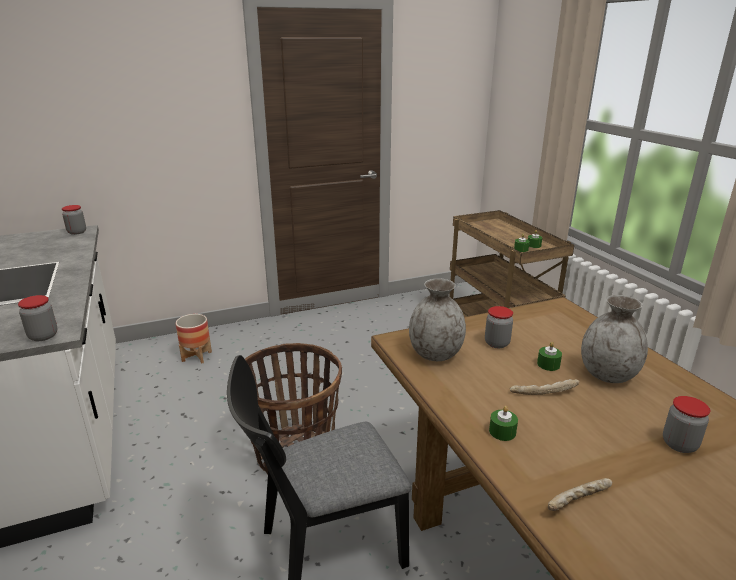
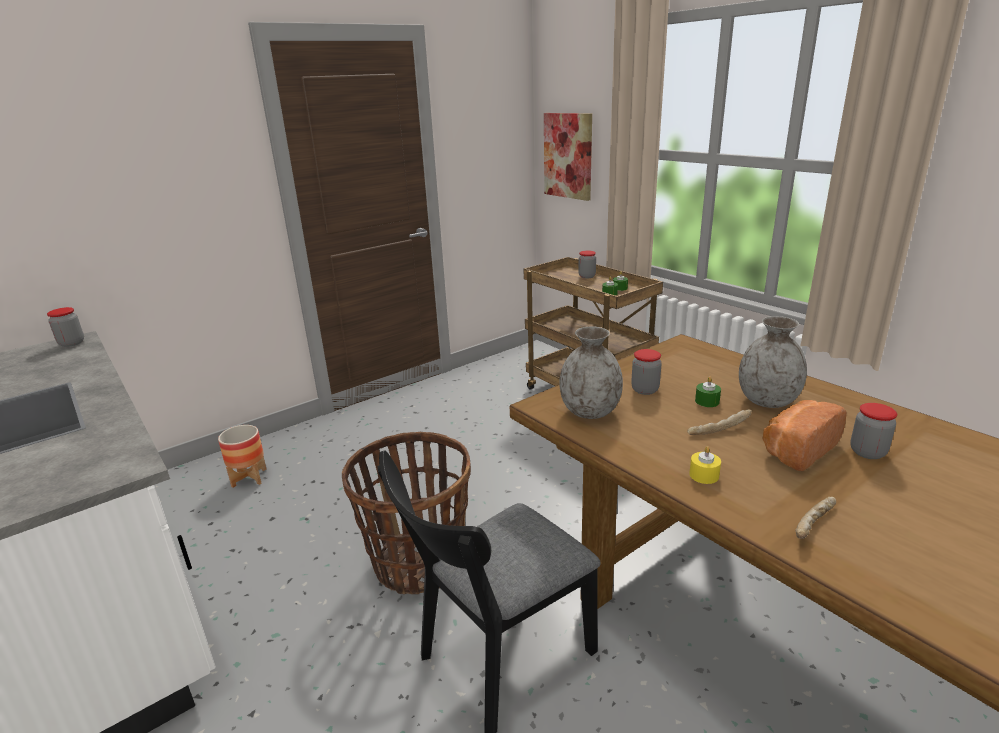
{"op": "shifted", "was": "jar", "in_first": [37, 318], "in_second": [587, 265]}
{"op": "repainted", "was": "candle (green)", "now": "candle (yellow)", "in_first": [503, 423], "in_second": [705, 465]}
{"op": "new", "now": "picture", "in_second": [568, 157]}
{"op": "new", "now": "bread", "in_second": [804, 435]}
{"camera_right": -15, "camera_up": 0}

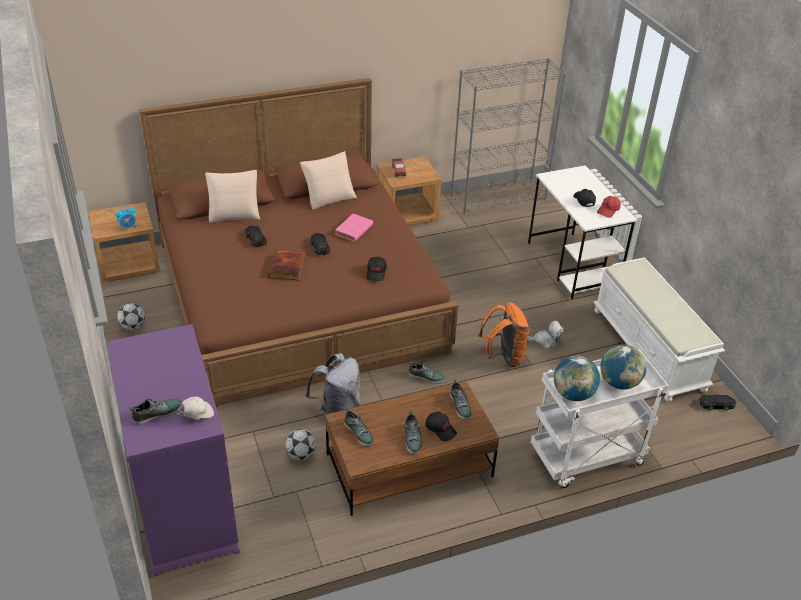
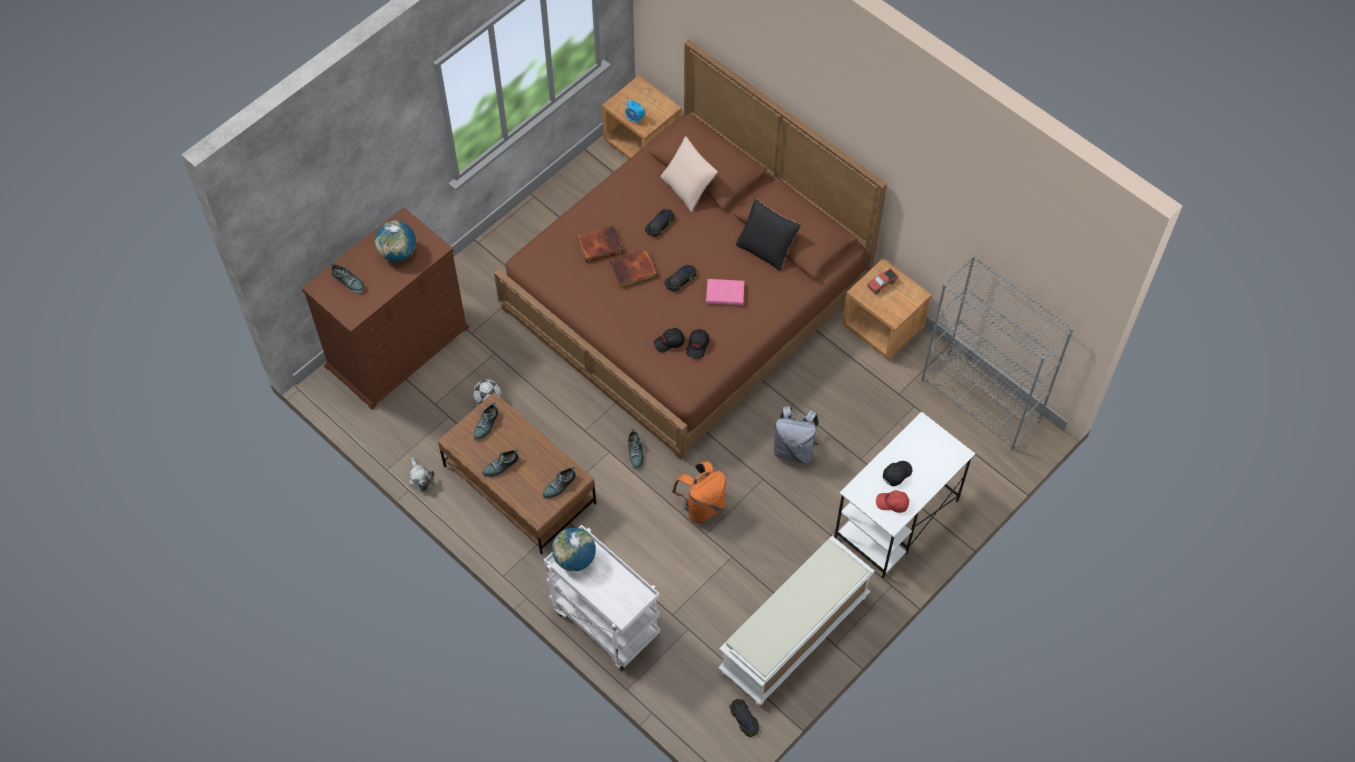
{"op": "repainted", "was": "pillow (beige)", "now": "pillow (black)", "in_first": [328, 180], "in_second": [768, 235]}
{"op": "gone", "was": "football", "in_first": [131, 316]}
{"op": "shifted", "was": "plush toy", "in_first": [545, 334], "in_second": [421, 474]}
{"op": "repainted", "was": "dresser (purple)", "now": "dresser (brown)", "in_first": [173, 450], "in_second": [386, 308]}
{"op": "shifted", "was": "globe", "in_first": [623, 367], "in_second": [395, 241]}
{"op": "shifted", "was": "backpack (grey)", "in_first": [332, 384], "in_second": [795, 434]}
{"op": "gone", "was": "cap (white)", "in_first": [194, 408]}
{"op": "shifted", "was": "cap (black)", "in_first": [441, 426], "in_second": [697, 344]}
{"op": "new", "now": "book", "in_second": [600, 244]}
{"camera_right": 65, "camera_up": 20}

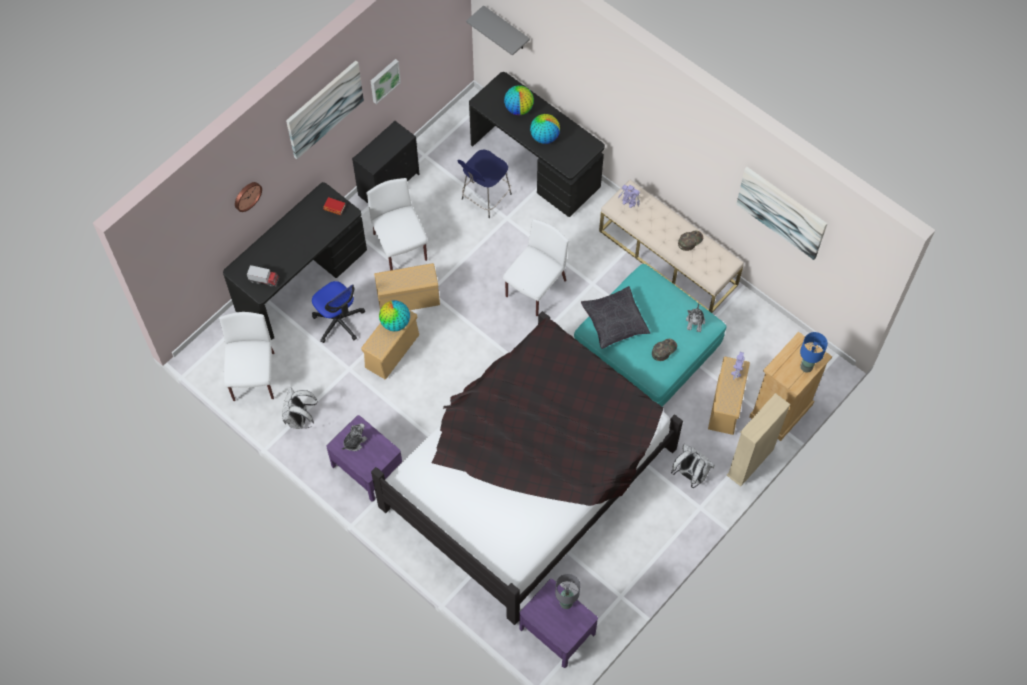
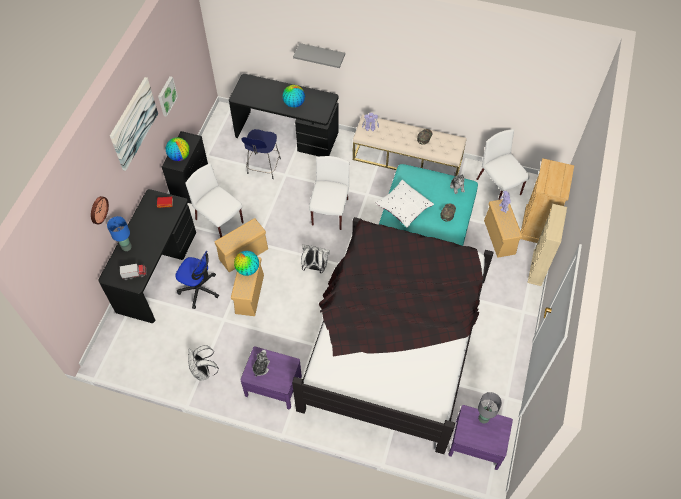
{"op": "shifted", "was": "shelf (grey)", "in_first": [498, 30], "in_second": [319, 55]}
{"op": "shifted", "was": "globe", "in_first": [519, 100], "in_second": [177, 149]}
{"op": "gone", "was": "picture", "in_first": [781, 213]}
{"op": "repainted", "was": "pillow (black)", "now": "pillow (white)", "in_first": [615, 317], "in_second": [404, 204]}
{"op": "shifted", "was": "chair (white)", "in_first": [247, 356], "in_second": [502, 164]}
{"op": "shifted", "was": "table lamp (blue)", "in_first": [814, 352], "in_second": [119, 233]}
{"op": "shifted", "was": "backpack (white)", "in_first": [692, 466], "in_second": [315, 259]}
{"camera_right": -25, "camera_up": -5}

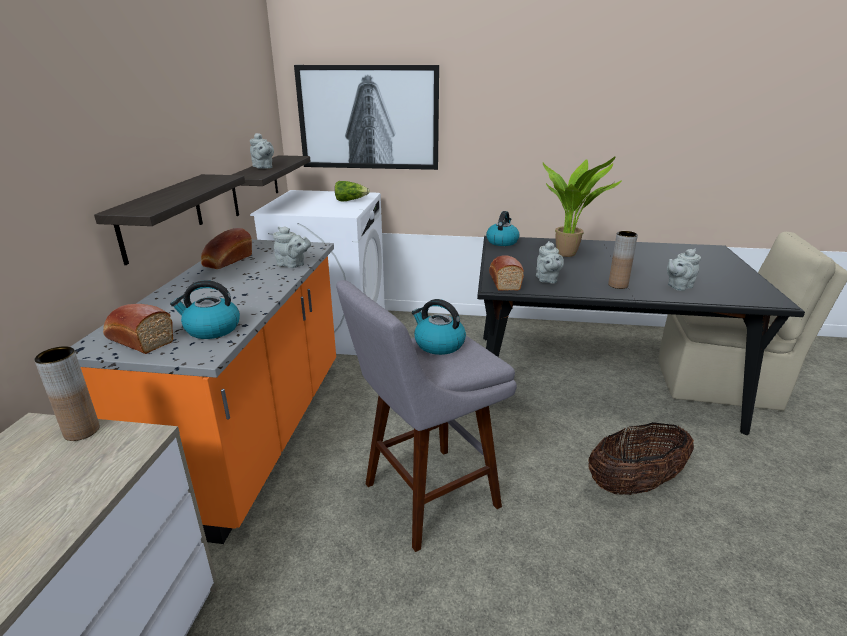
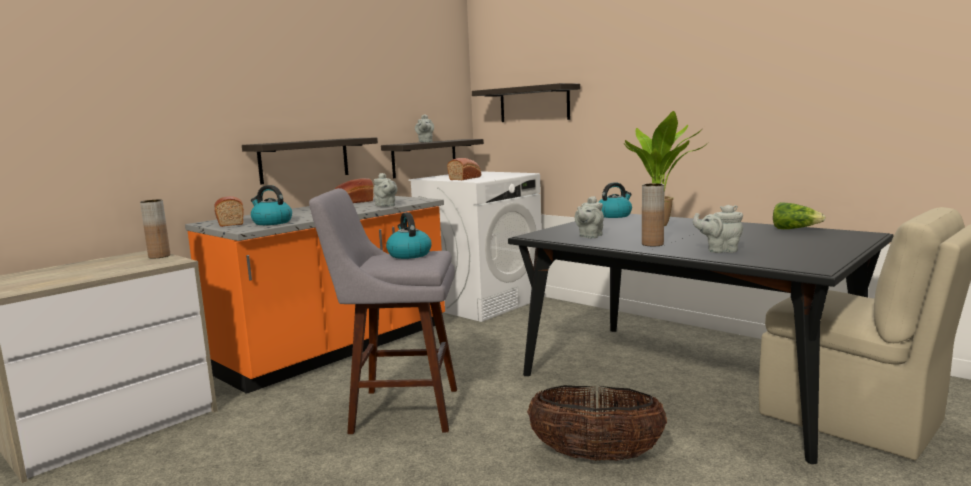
{"op": "swapped", "was": "picture", "now": "shelf", "in_first": [366, 117], "in_second": [526, 102]}
{"op": "shifted", "was": "lettuce", "in_first": [352, 191], "in_second": [799, 215]}
{"op": "shifted", "was": "bread", "in_first": [506, 273], "in_second": [464, 169]}
{"camera_right": 35, "camera_up": -15}

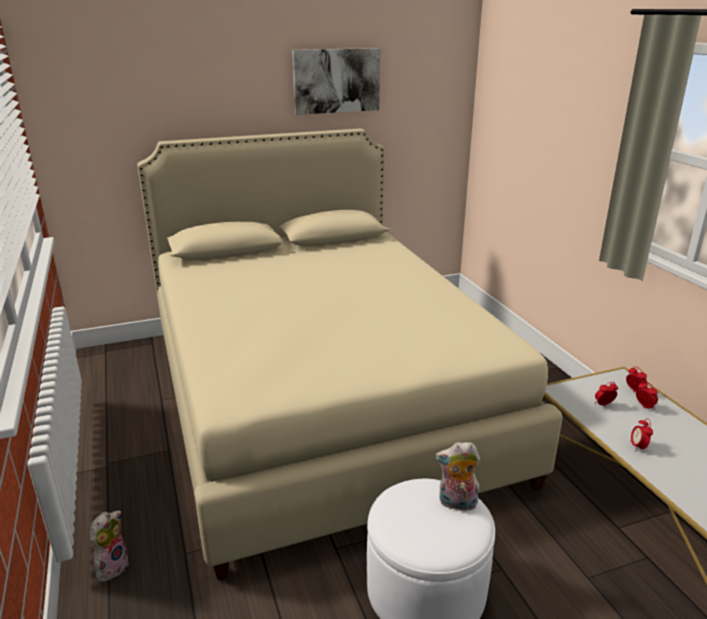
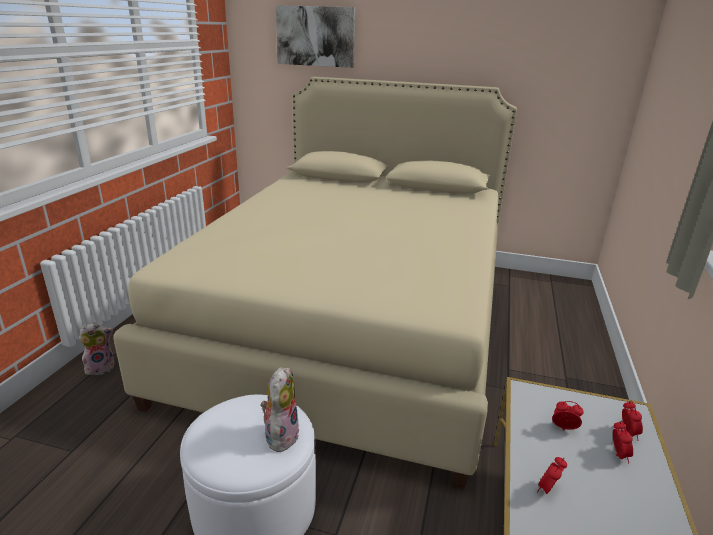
{"op": "shifted", "was": "picture", "in_first": [336, 81], "in_second": [315, 36]}
{"op": "rotated", "was": "plush toy", "in_first": [457, 477], "in_second": [280, 409], "clockwise": 60}
{"camera_right": 35, "camera_up": 0}

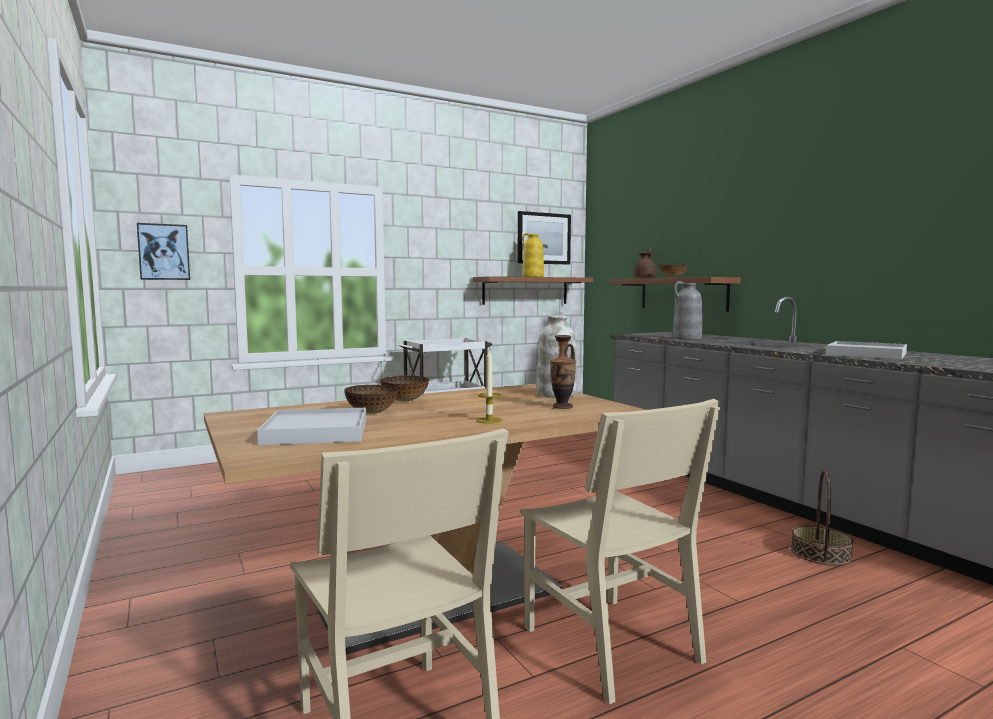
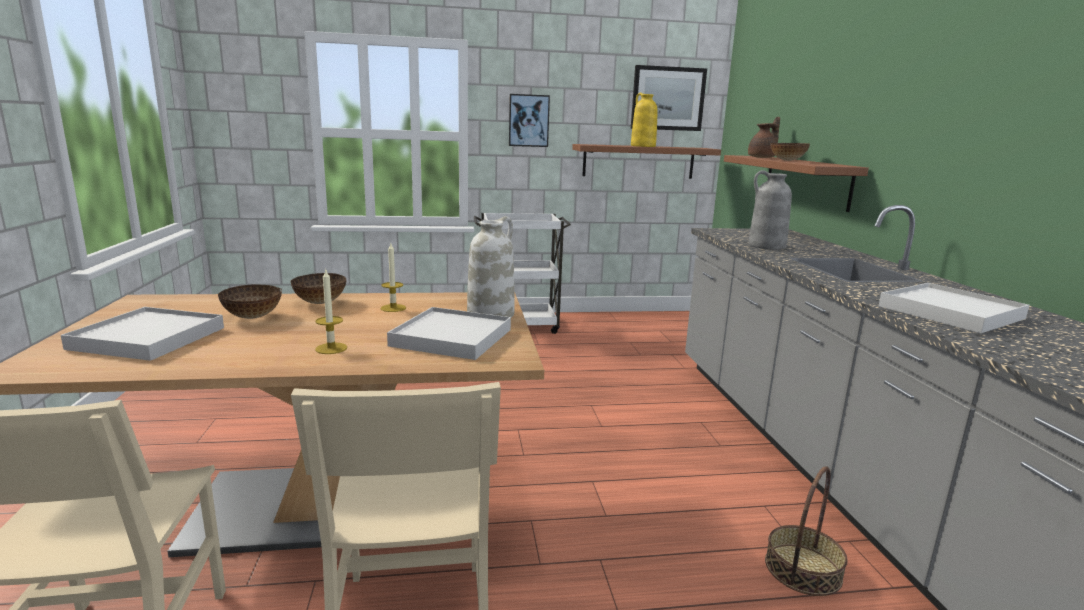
{"op": "shifted", "was": "picture", "in_first": [163, 251], "in_second": [529, 120]}
{"op": "swapped", "was": "vase", "now": "tray (white)", "in_first": [563, 372], "in_second": [449, 333]}
{"op": "new", "now": "candle", "in_second": [393, 277]}
{"camera_right": 20, "camera_up": 10}

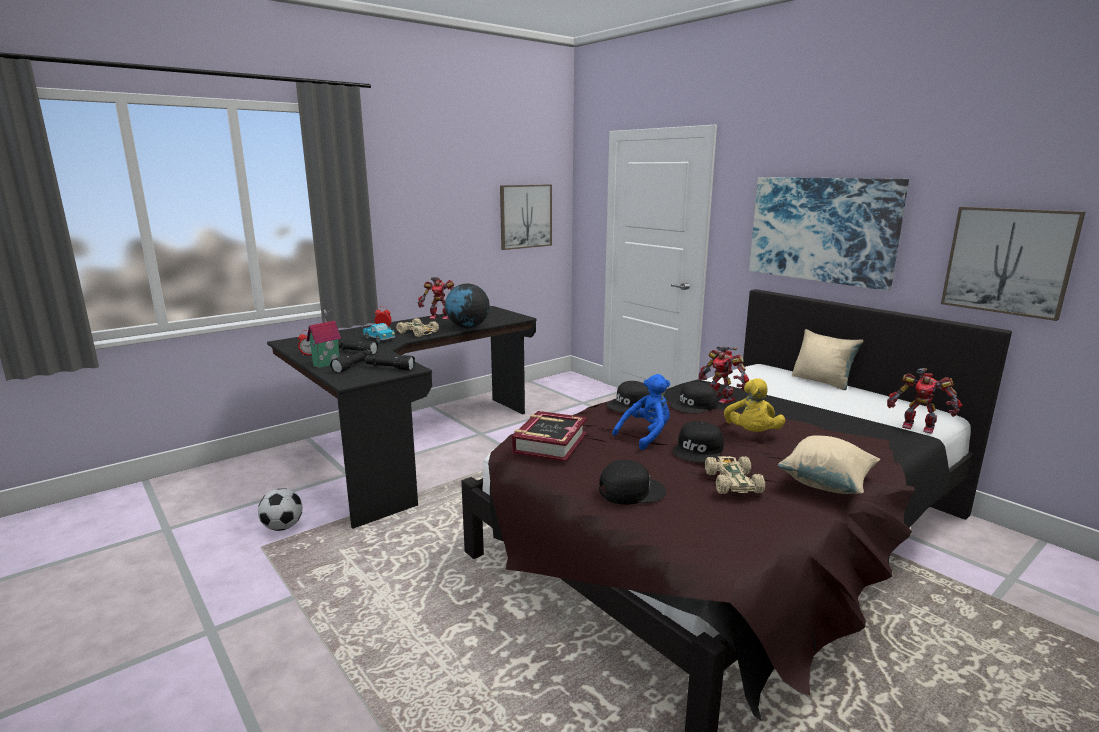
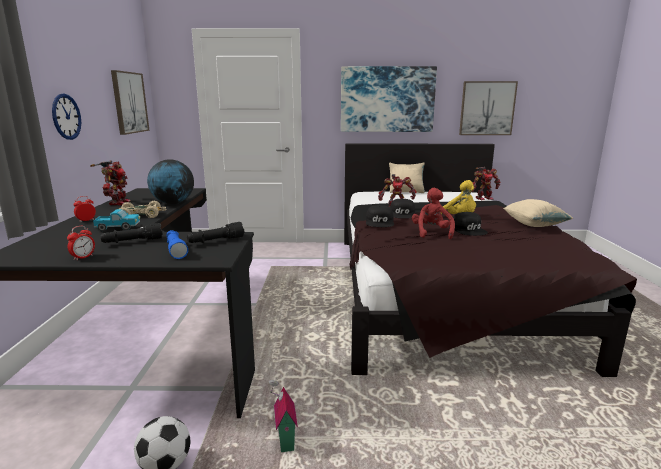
{"op": "rotated", "was": "toy robot", "in_first": [436, 298], "in_second": [110, 182], "clockwise": -45}
{"op": "shifted", "was": "toy house", "in_first": [324, 338], "in_second": [283, 416]}
{"op": "repainted", "was": "flashlight (black)", "now": "flashlight (blue)", "in_first": [351, 361], "in_second": [177, 244]}
{"op": "repainted", "was": "plush toy (blue)", "now": "plush toy (red)", "in_first": [641, 412], "in_second": [433, 213]}
{"op": "gone", "was": "book", "in_first": [549, 436]}
{"op": "gone", "was": "toy car (beige)", "in_first": [735, 475]}
{"op": "gone", "was": "cap (black)", "in_first": [632, 482]}
{"op": "new", "now": "wall clock", "in_second": [66, 117]}
{"camera_right": -50, "camera_up": 0}

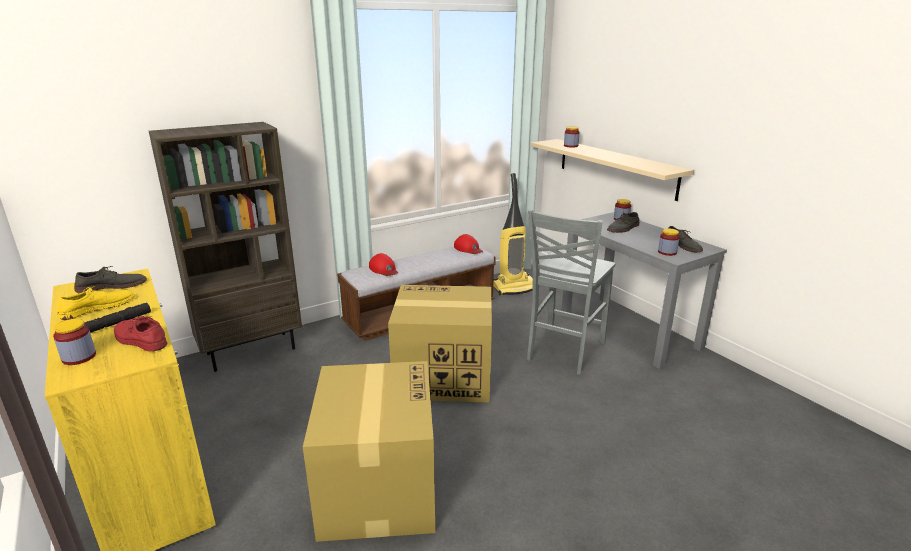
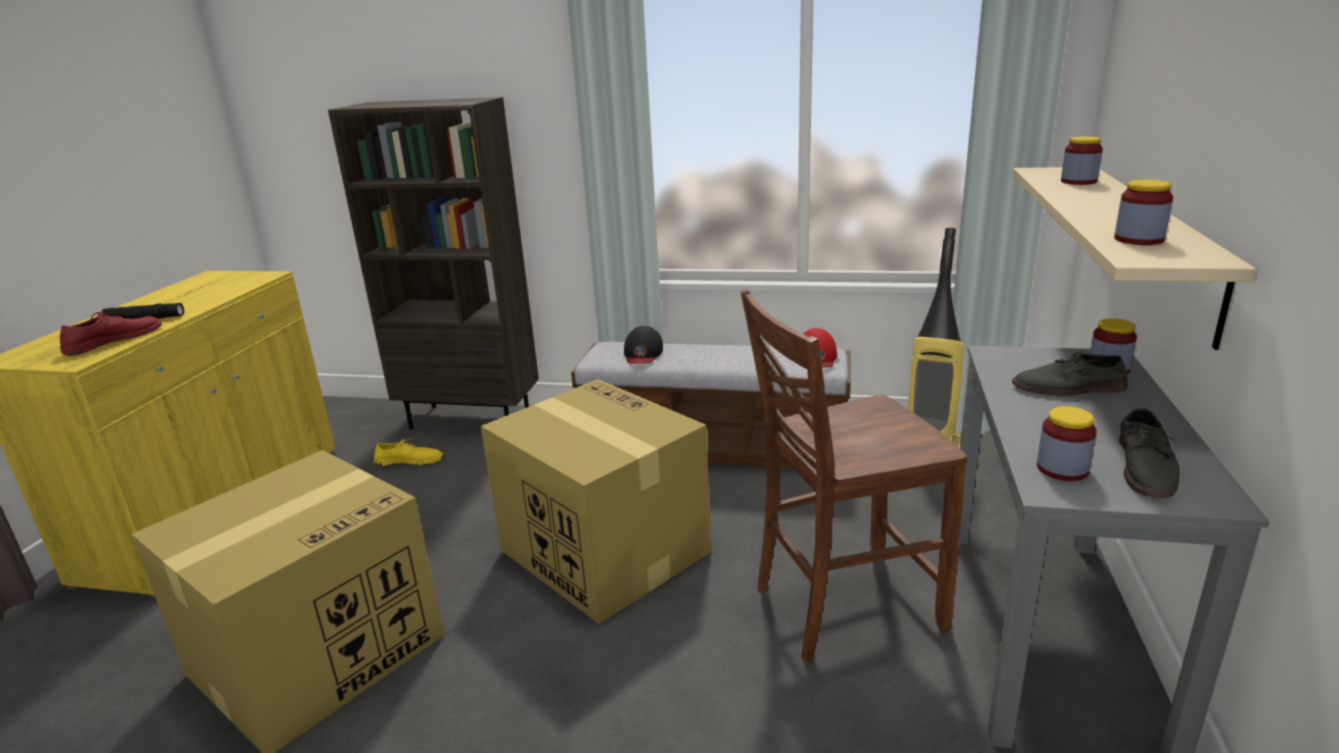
{"op": "repainted", "was": "chair (grey)", "now": "chair (brown)", "in_first": [571, 292], "in_second": [854, 475]}
{"op": "repainted", "was": "cap (red)", "now": "cap (black)", "in_first": [383, 264], "in_second": [643, 345]}
{"op": "gone", "was": "shoe (grey)", "in_first": [110, 279]}
{"op": "shifted", "was": "shoe (yellow)", "in_first": [96, 303], "in_second": [408, 452]}
{"op": "rotated", "was": "shoe (red)", "in_first": [140, 334], "in_second": [111, 333], "clockwise": 45}
{"op": "shifted", "was": "jar", "in_first": [74, 342], "in_second": [1143, 212]}
{"camera_right": 45, "camera_up": 0}

